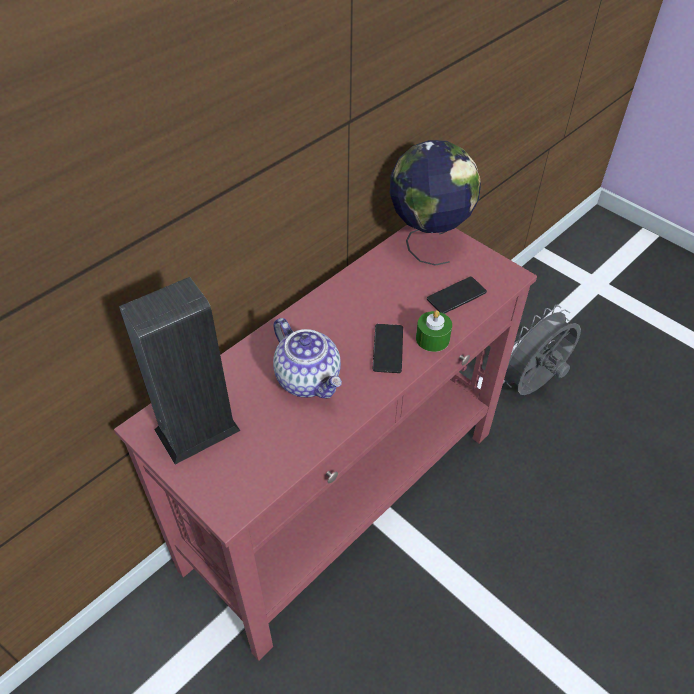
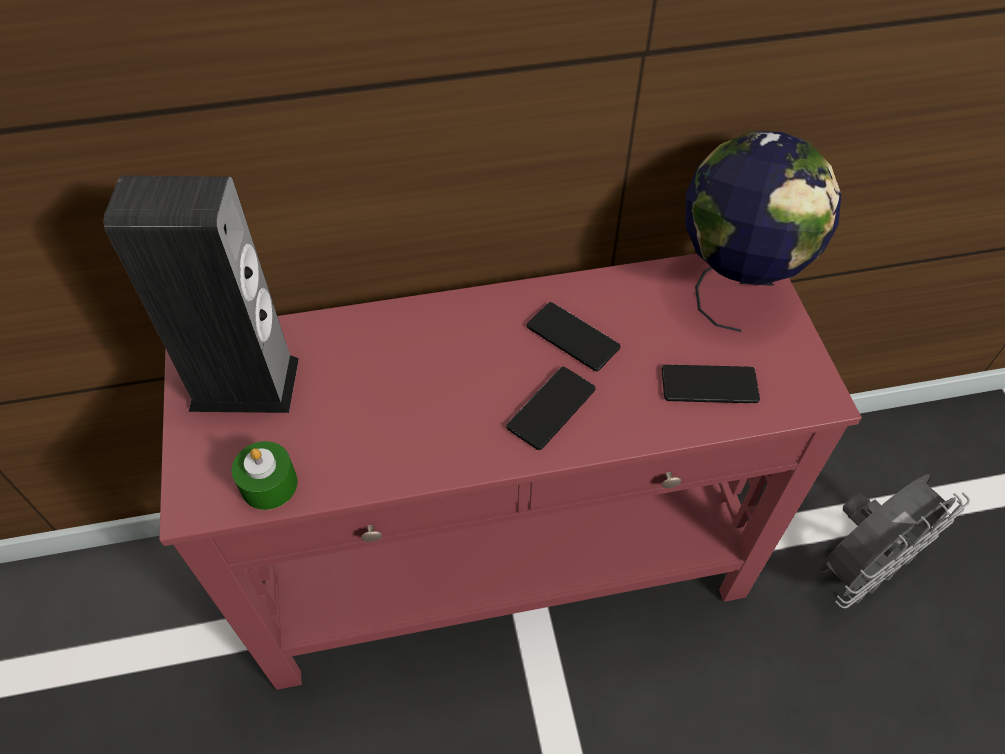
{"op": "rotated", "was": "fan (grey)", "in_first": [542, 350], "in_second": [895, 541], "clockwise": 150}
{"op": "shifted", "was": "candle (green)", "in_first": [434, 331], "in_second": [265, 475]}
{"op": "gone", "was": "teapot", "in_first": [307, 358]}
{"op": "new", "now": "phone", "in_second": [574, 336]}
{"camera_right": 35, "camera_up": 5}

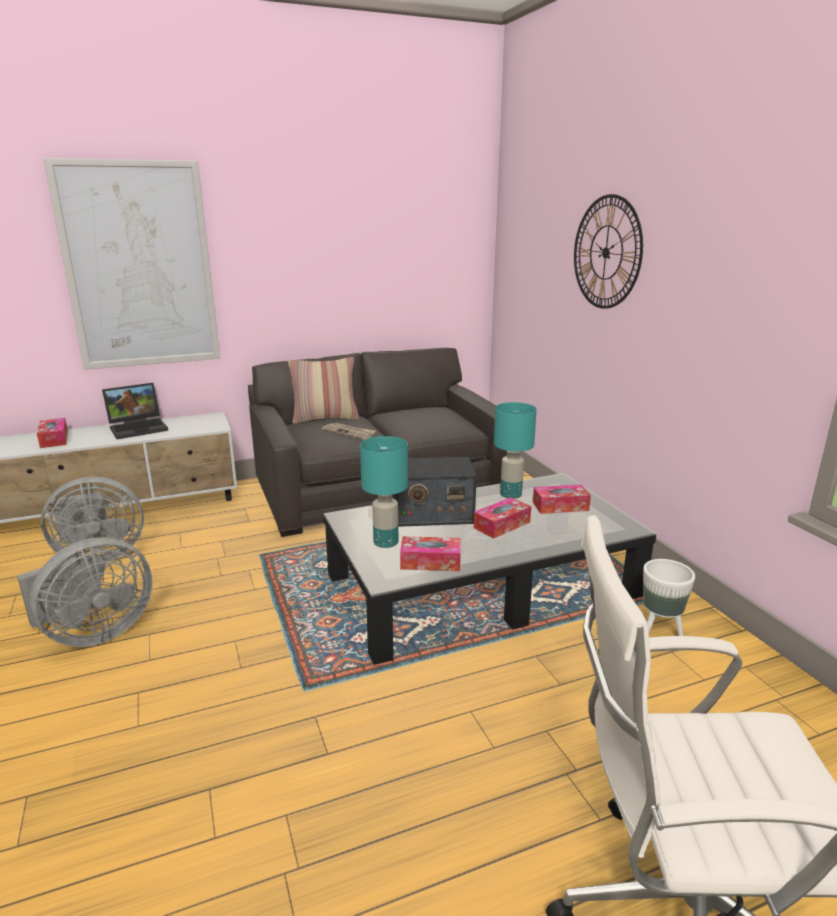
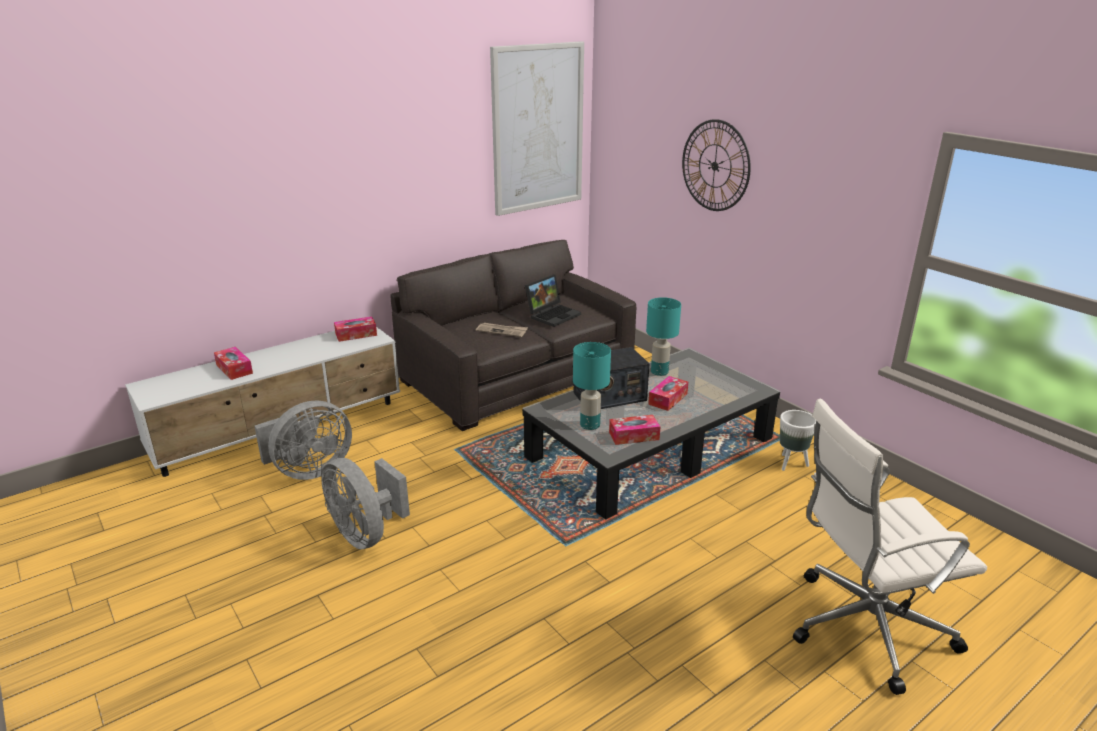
{"op": "shifted", "was": "picture", "in_first": [131, 264], "in_second": [537, 128]}
{"op": "gone", "was": "pillow", "in_first": [323, 390]}
{"op": "shifted", "was": "laptop", "in_first": [135, 411], "in_second": [553, 301]}
{"op": "shifted", "was": "tissue box", "in_first": [562, 499], "in_second": [355, 329]}
{"op": "rotated", "was": "fan (grey)", "in_first": [85, 592], "in_second": [365, 503], "clockwise": 105}
{"camera_right": -15, "camera_up": 5}

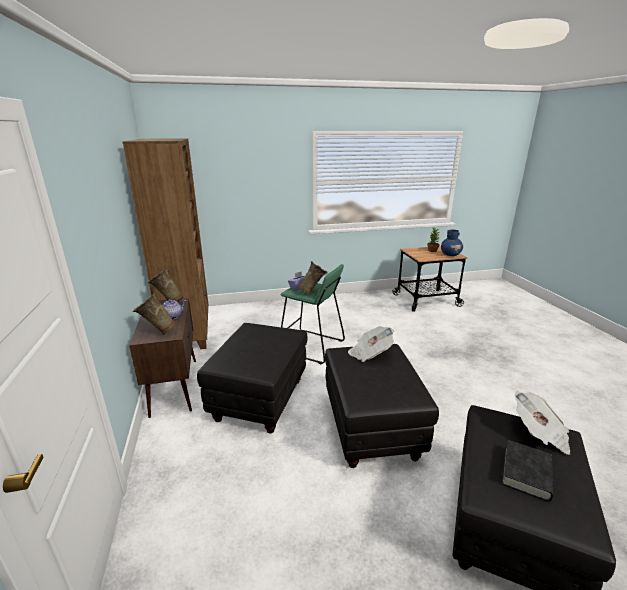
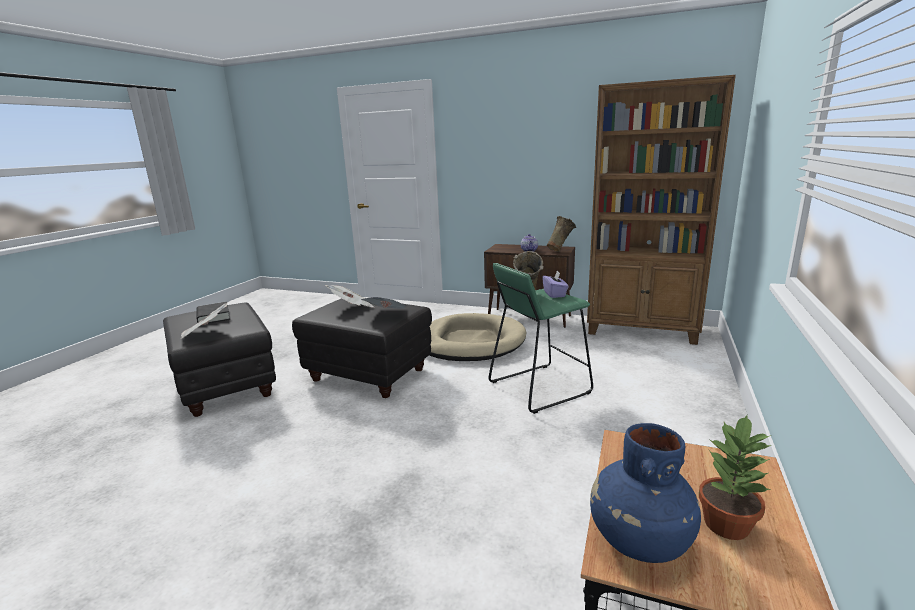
{"op": "gone", "was": "vase (beige)", "in_first": [154, 314]}
{"op": "swapped", "was": "ottoman (black)", "now": "dog bed (beige)", "in_first": [252, 378], "in_second": [478, 337]}
{"op": "new", "now": "newspaper", "in_second": [349, 296]}
{"camera_right": 125, "camera_up": -5}

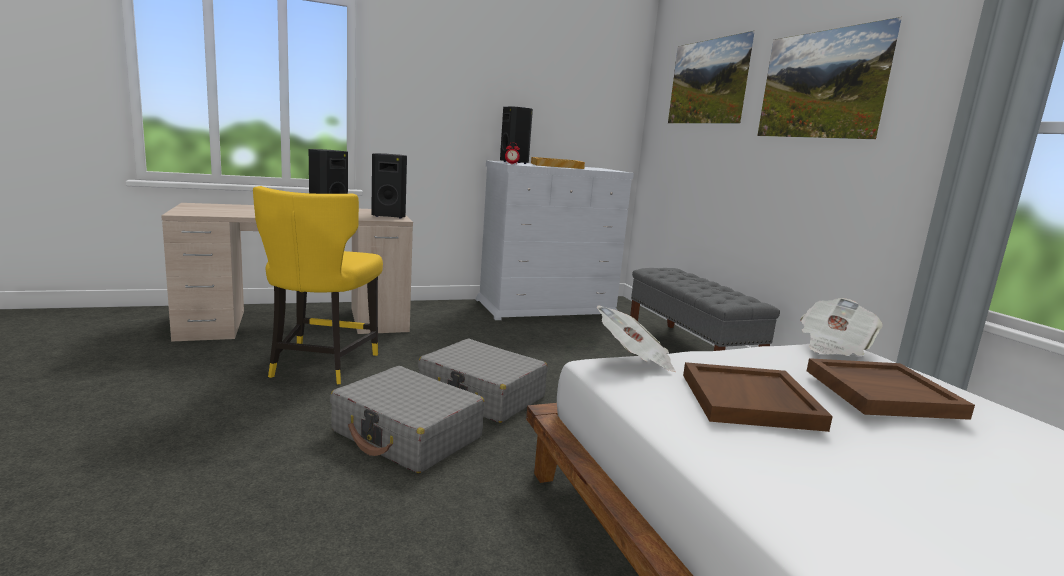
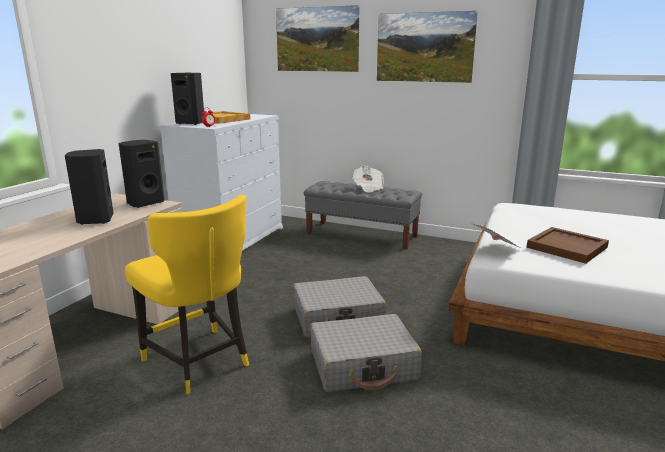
{"op": "shifted", "was": "newspaper", "in_first": [842, 327], "in_second": [368, 179]}
{"op": "gone", "was": "tray (brown)", "in_first": [891, 389]}
{"camera_right": -45, "camera_up": 5}

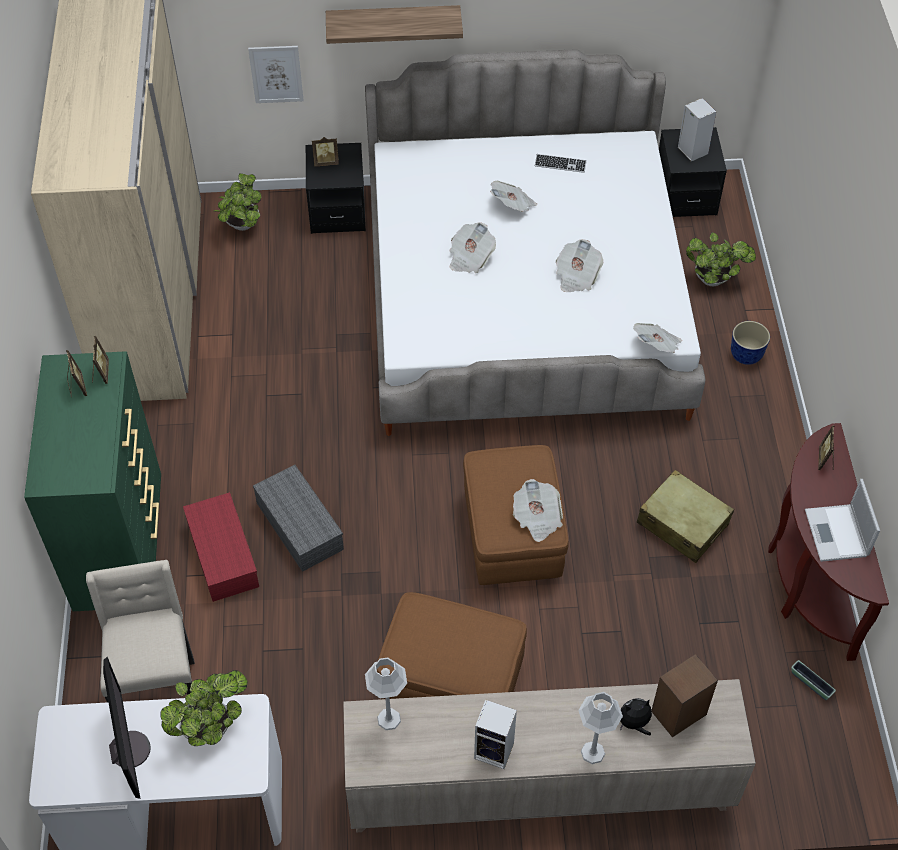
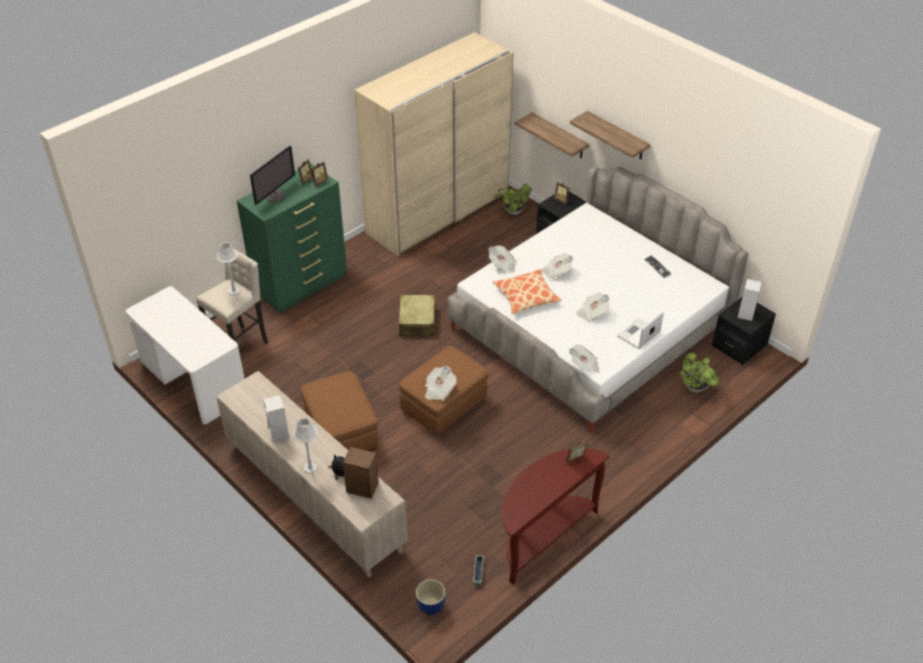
{"op": "swapped", "was": "picture", "now": "shelf", "in_first": [275, 74], "in_second": [552, 135]}
{"op": "shifted", "was": "newspaper", "in_first": [513, 196], "in_second": [502, 259]}
{"op": "shifted", "was": "planter", "in_first": [750, 343], "in_second": [430, 597]}
{"op": "gone", "was": "storage box (grey)", "in_first": [298, 518]}
{"op": "shifted", "was": "suitcase (beige)", "in_first": [685, 516], "in_second": [417, 315]}
{"op": "shifted", "was": "laptop", "in_first": [842, 520], "in_second": [640, 330]}
{"op": "gone", "was": "storage box (red)", "in_first": [221, 547]}
{"op": "shifted", "was": "monitor", "in_first": [127, 728], "in_second": [272, 175]}
{"op": "shifted", "was": "table lamp (grey)", "in_first": [386, 694], "in_second": [228, 269]}
{"op": "gone", "was": "potted plant", "in_first": [204, 708]}
{"op": "new", "now": "pillow", "in_second": [527, 291]}
{"camera_right": 50, "camera_up": -10}

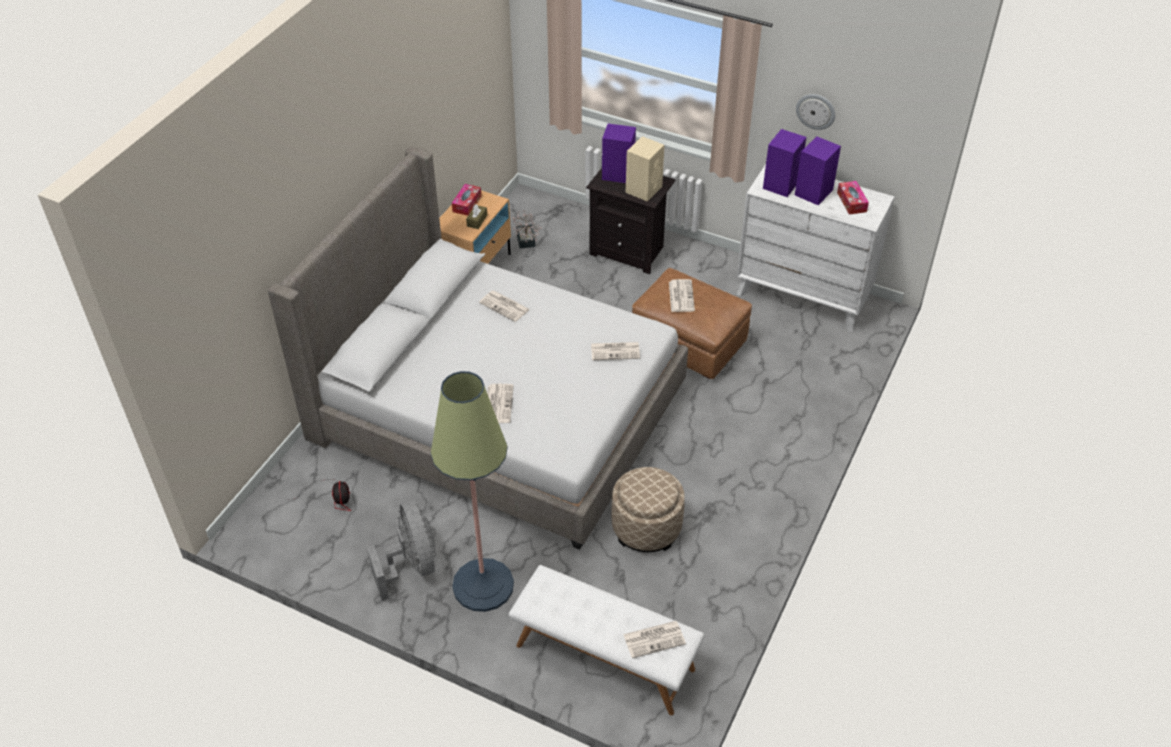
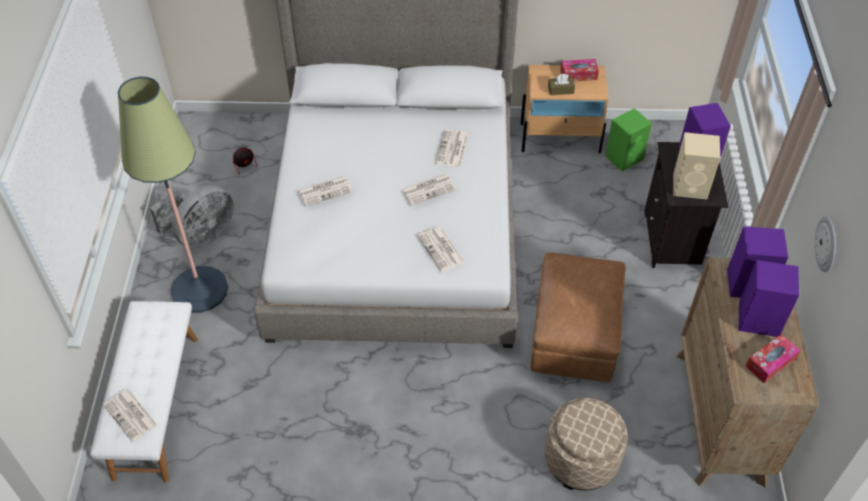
{"op": "repainted", "was": "dresser (white)", "now": "dresser (brown)", "in_first": [816, 248], "in_second": [747, 373]}
{"op": "swapped", "was": "potted plant", "now": "speaker (green)", "in_first": [527, 229], "in_second": [628, 139]}
{"op": "shifted", "was": "newspaper", "in_first": [682, 295], "in_second": [429, 189]}
{"op": "shifted", "was": "ottoman (beige)", "in_first": [648, 509], "in_second": [586, 444]}
{"camera_right": 65, "camera_up": 5}

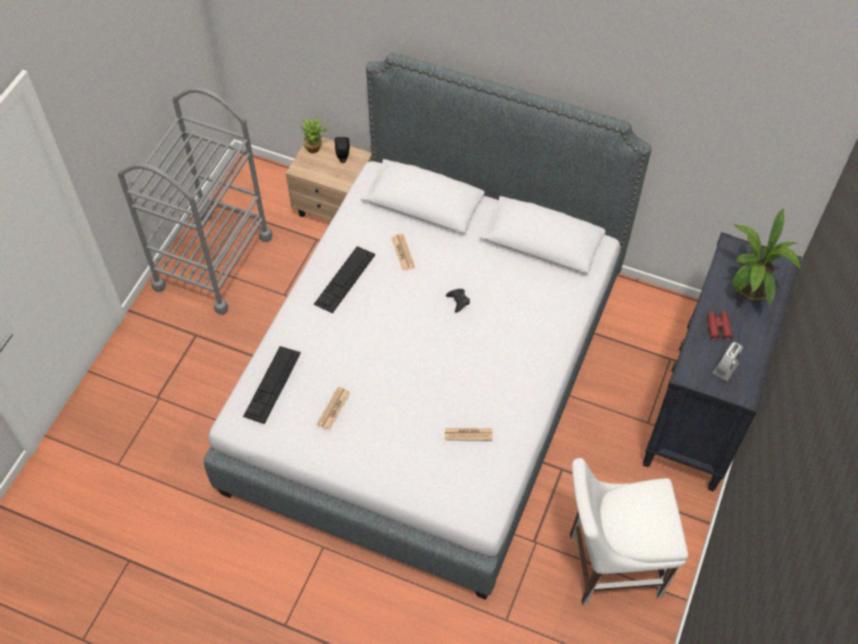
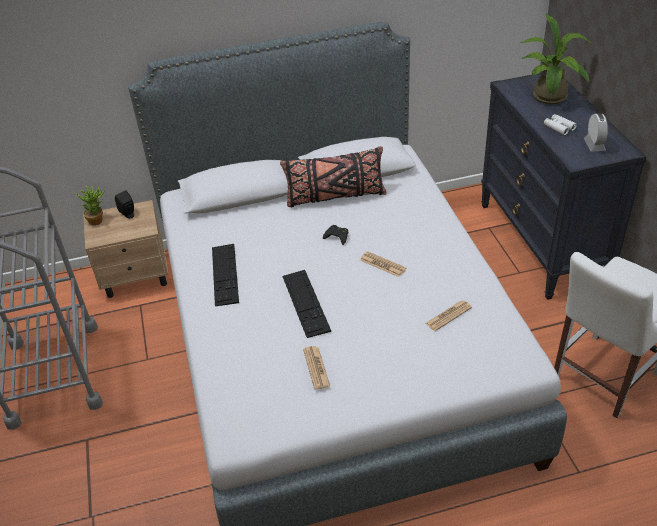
{"op": "shifted", "was": "newspaper", "in_first": [403, 252], "in_second": [383, 264]}
{"op": "repainted", "was": "binoculars (red)", "now": "binoculars (white)", "in_first": [720, 326], "in_second": [560, 124]}
{"op": "shifted", "was": "keyboard", "in_first": [272, 385], "in_second": [306, 304]}
{"op": "new", "now": "pillow (black)", "in_second": [333, 176]}
{"camera_right": -35, "camera_up": -15}

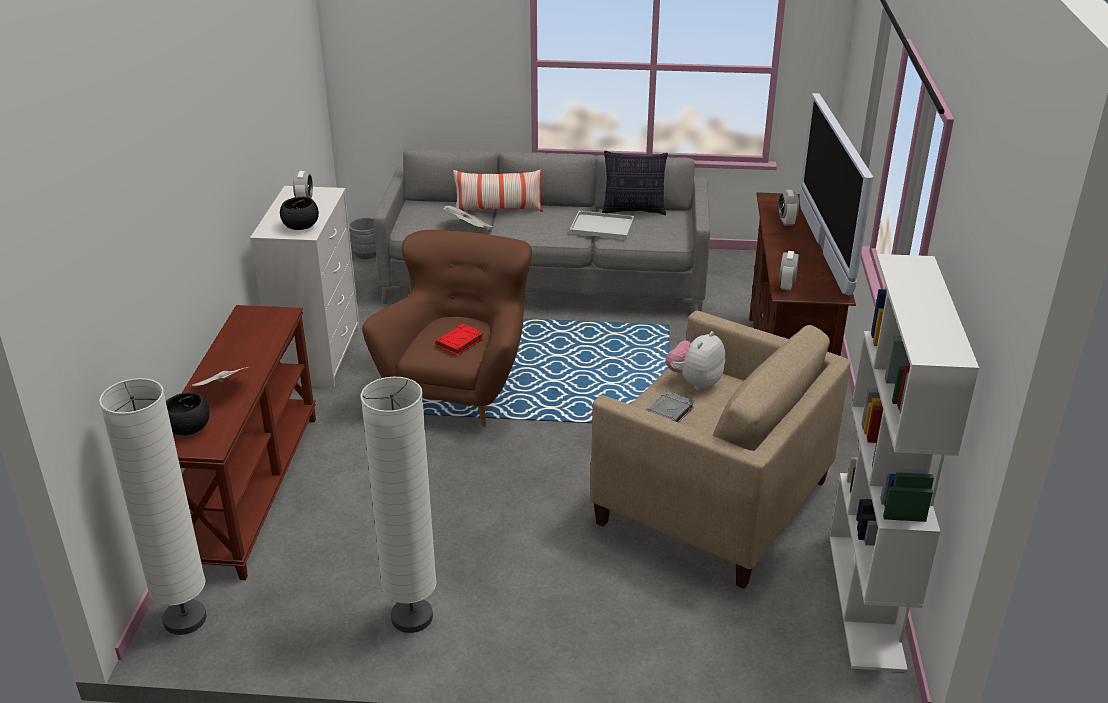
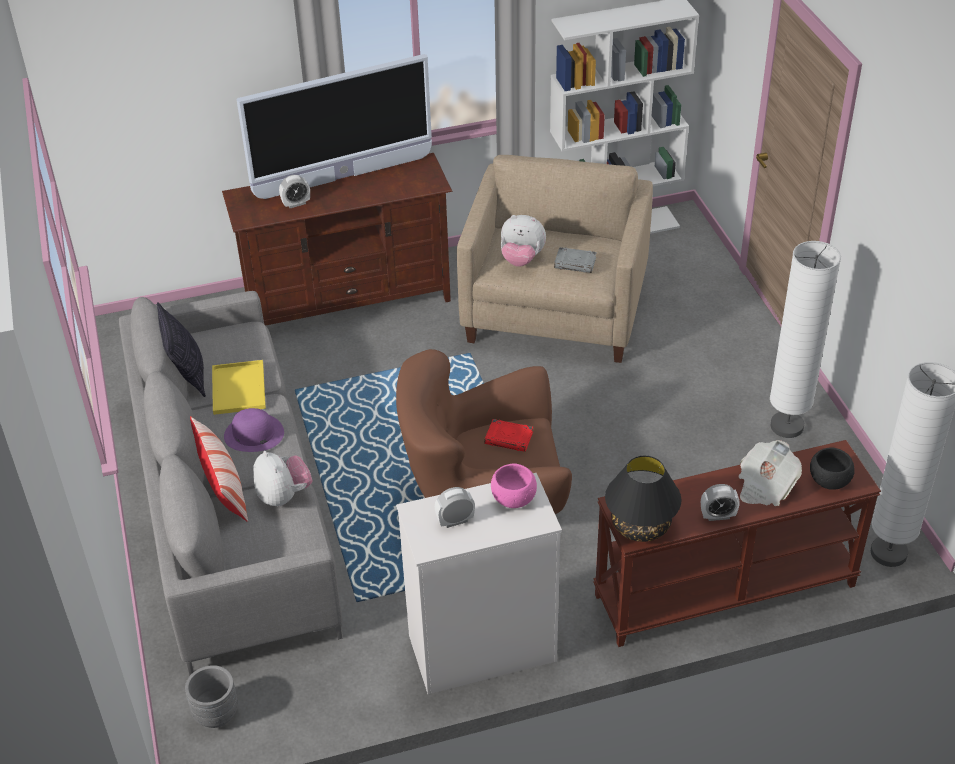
{"op": "repainted", "was": "bowl (black)", "now": "bowl (pink)", "in_first": [299, 213], "in_second": [514, 485]}
{"op": "swapped", "was": "newspaper", "now": "plush toy", "in_first": [468, 217], "in_second": [283, 479]}
{"op": "repainted", "was": "tray (white)", "now": "tray (yellow)", "in_first": [602, 225], "in_second": [239, 387]}
{"op": "shifted", "was": "alarm clock", "in_first": [789, 271], "in_second": [720, 502]}
{"op": "new", "now": "hat (purple)", "in_second": [254, 430]}
{"op": "new", "now": "table lamp (black)", "in_second": [643, 499]}
{"camera_right": -110, "camera_up": 10}

